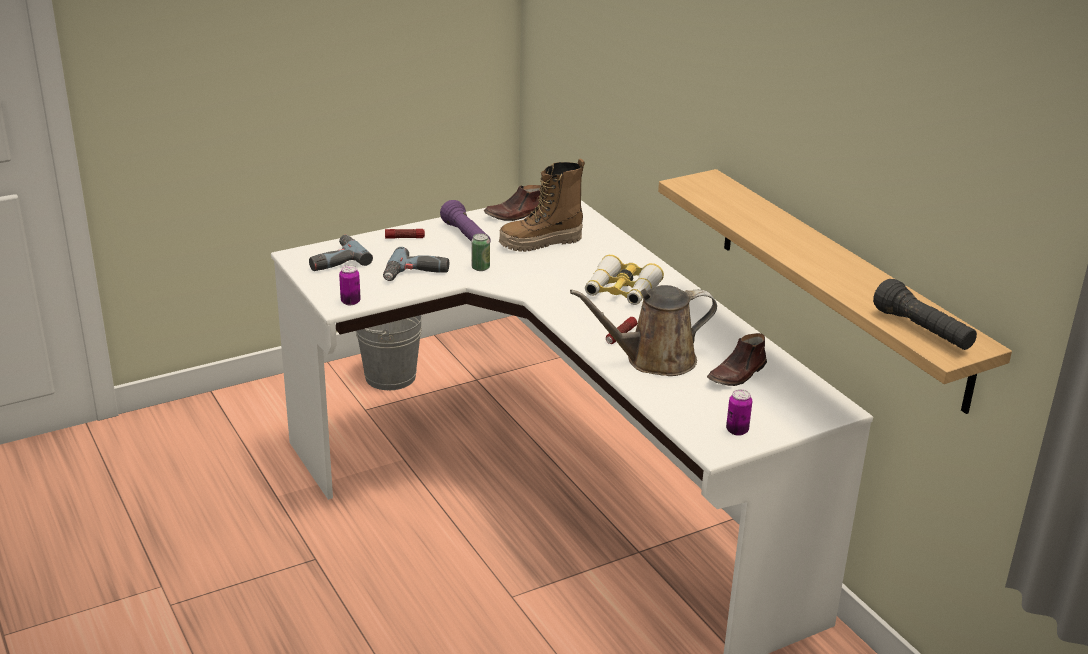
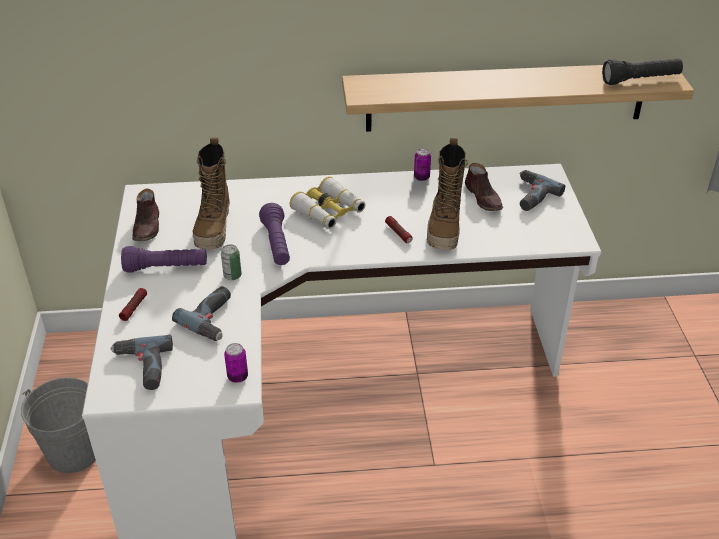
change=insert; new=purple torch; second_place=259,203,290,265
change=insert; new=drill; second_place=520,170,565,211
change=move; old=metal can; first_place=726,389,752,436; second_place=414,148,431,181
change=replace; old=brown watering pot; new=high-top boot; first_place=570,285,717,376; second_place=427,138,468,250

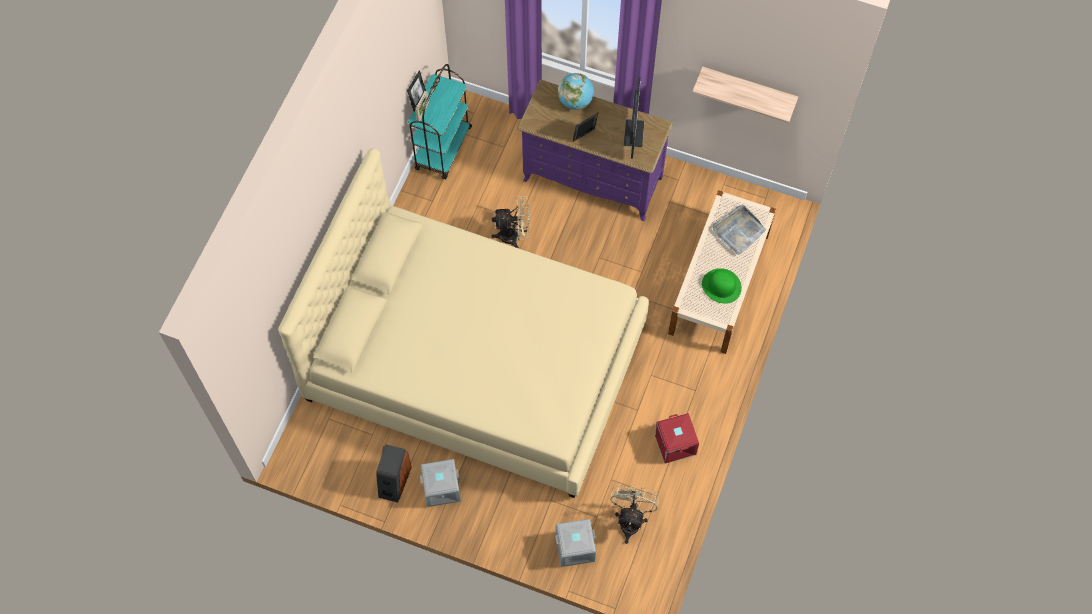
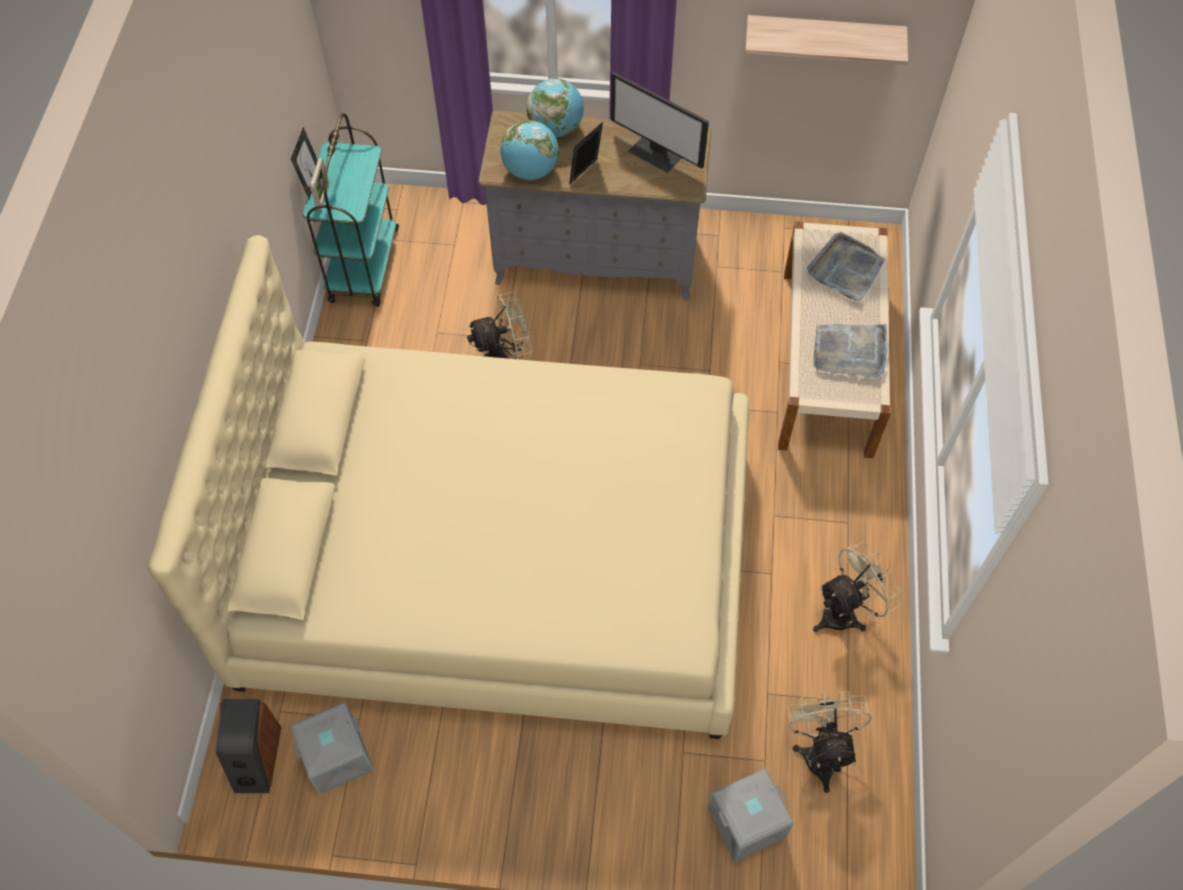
change=insert; new=world globe; second_place=500,120,559,180
change=move; old=speaker; first_place=376,444,412,503; second_place=216,699,282,793
change=move; old=greyish storage container; first_place=420,459,461,507; second_place=290,702,374,794
change=replace; old=red-coloured storage container; new=sand-coloured electric fan; first_place=654,413,699,464; second_place=813,542,901,632
change=replace; old=green hat; new=greyish carrying tray; first_place=702,268,742,304; second_place=813,324,888,378
change=recolor; old=purple chest of drawers; new=greyish chest of drawers; first_place=518,80,673,221; second_place=478,110,711,301
change=rotate; old=computer display; first_place=624,76,644,159; second_place=611,72,709,173; degrees=135

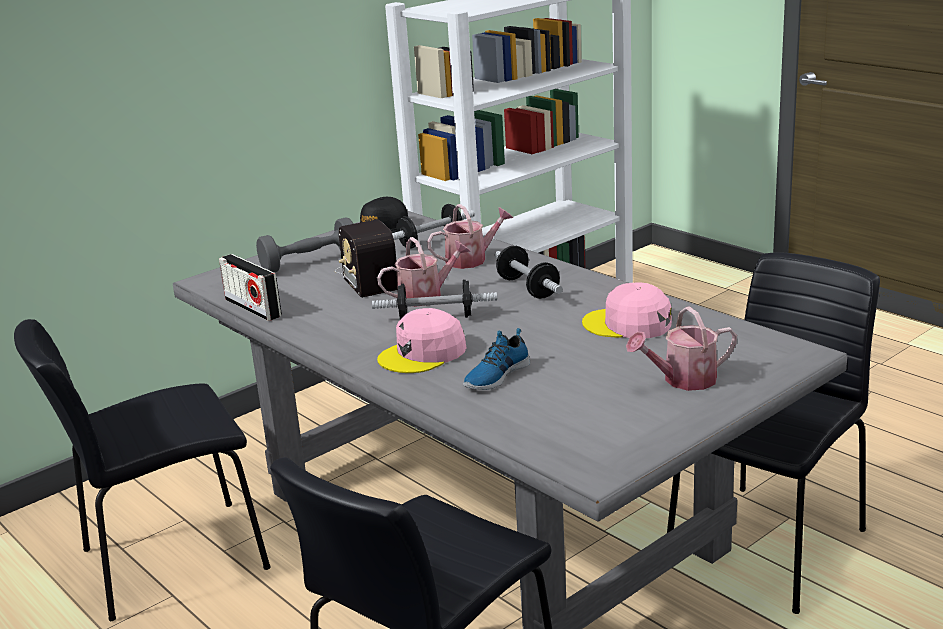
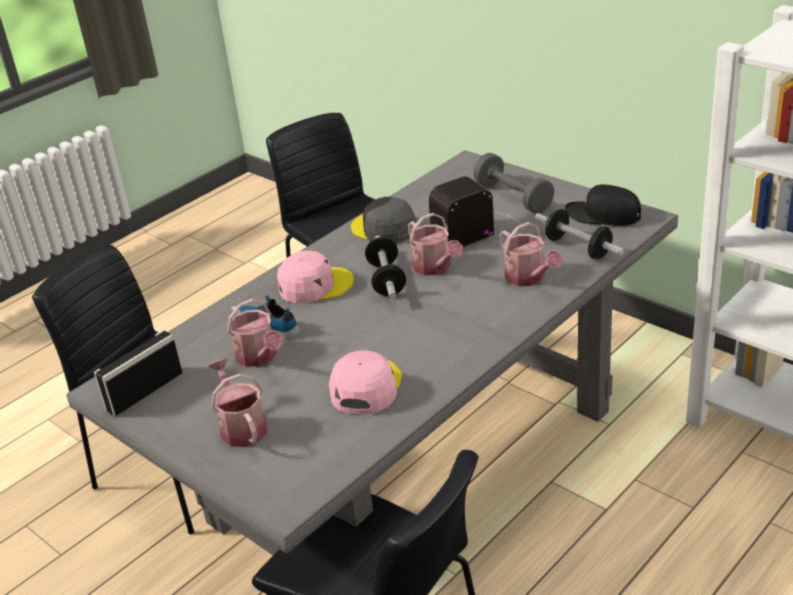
change=delete; old=free weight; first_place=495,245,563,299
change=insert; new=watering pot; second_place=227,299,283,367
change=insert; new=greyish peaked cap; second_place=351,197,417,244
change=move; old=radio receiver; first_place=219,254,282,321; second_place=94,330,182,416
change=rotate; old=pink peaked cap; first_place=377,308,466,373; second_place=277,251,354,303; degrees=120

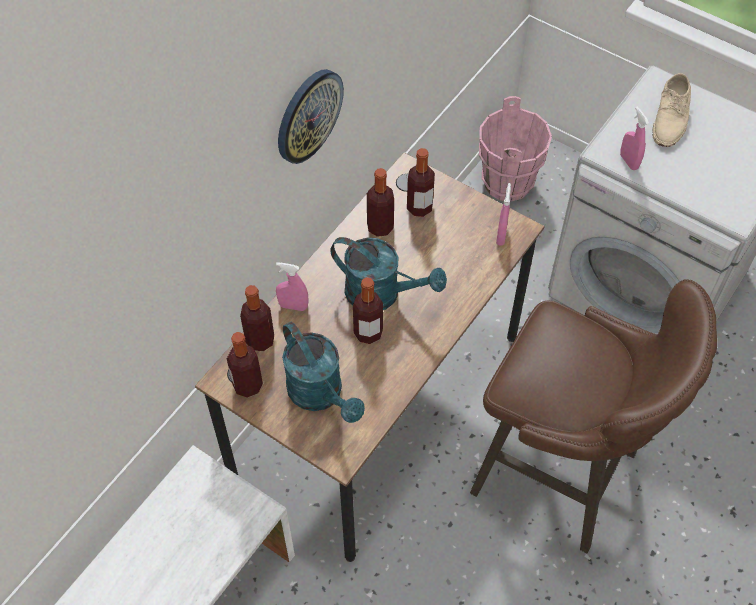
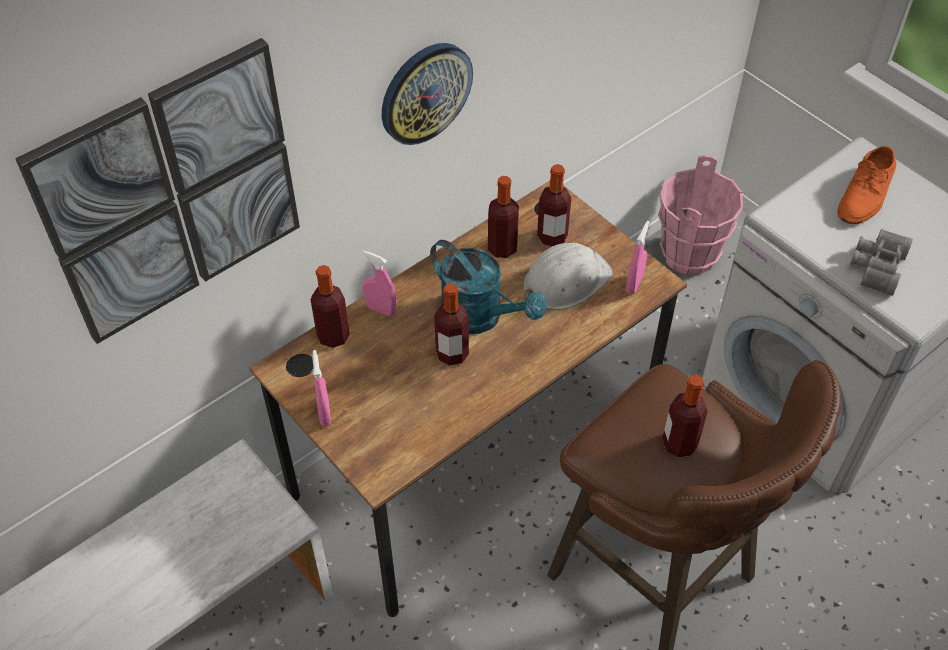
change=delete; old=blue-green watering pot; first_place=282,322,365,423
change=insert; new=picture; second_place=15,38,300,344
change=insert; new=white-coloured safety helmet; second_place=524,243,613,310
change=insert; new=greyish pair of binoculars; second_place=850,229,913,296
change=move; old=bottle; first_place=227,332,263,398; second_place=662,375,708,458
change=move; old=pink sprayer; first_place=620,107,649,170; second_place=312,350,331,426
change=recolor; old=sand-coloured item of footwear; new=orange-coloured item of footwear; first_place=652,73,691,147; second_place=837,146,896,224

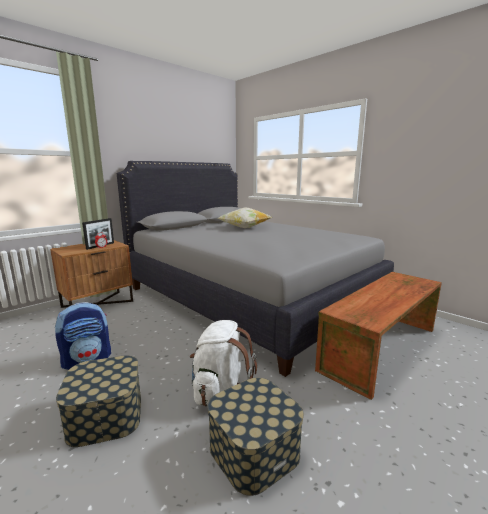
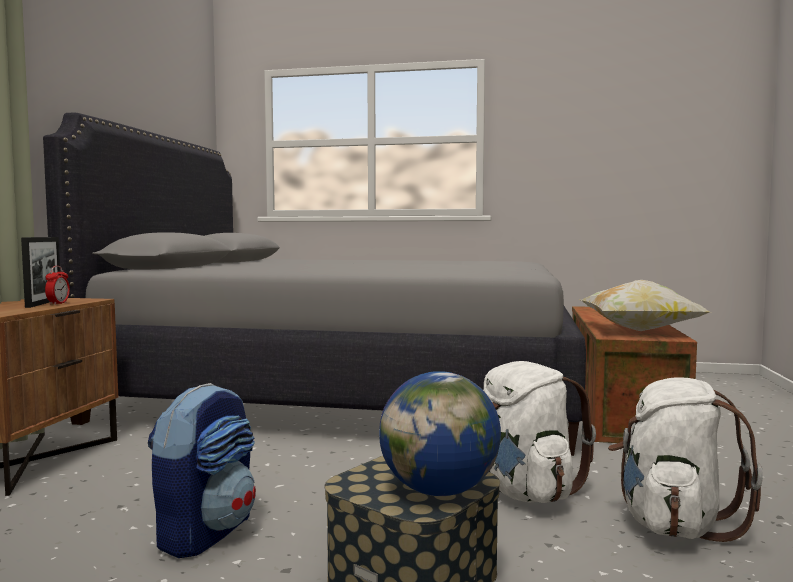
change=insert; new=world globe; second_place=379,371,501,496
change=move; old=pillow; first_place=218,208,273,228; second_place=581,280,709,331
change=replace; old=storage container; new=white-coloured backpack; first_place=207,378,304,496; second_place=608,377,763,542

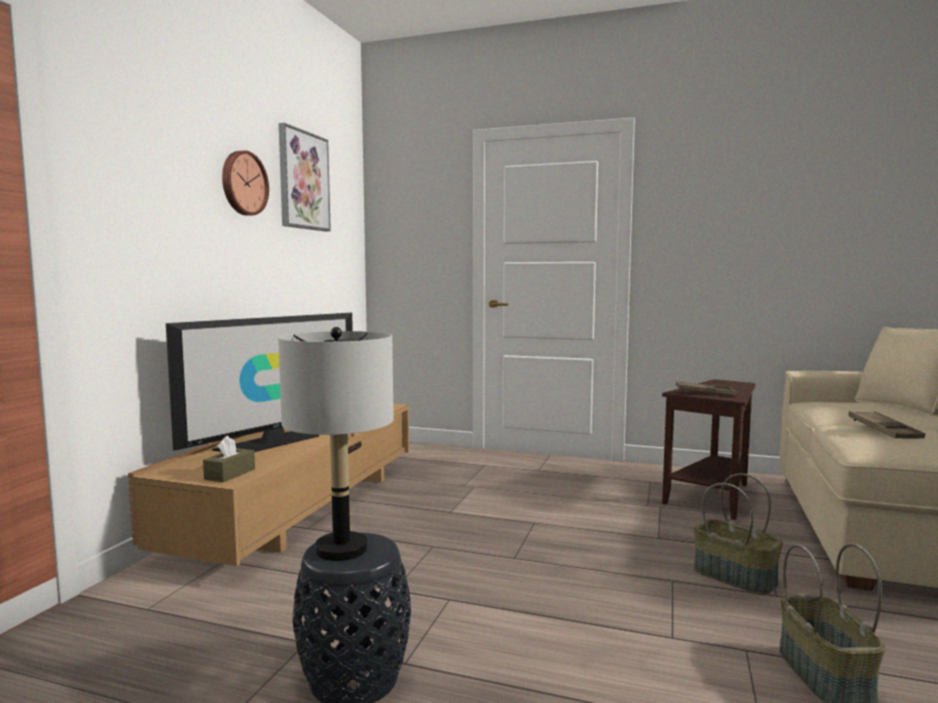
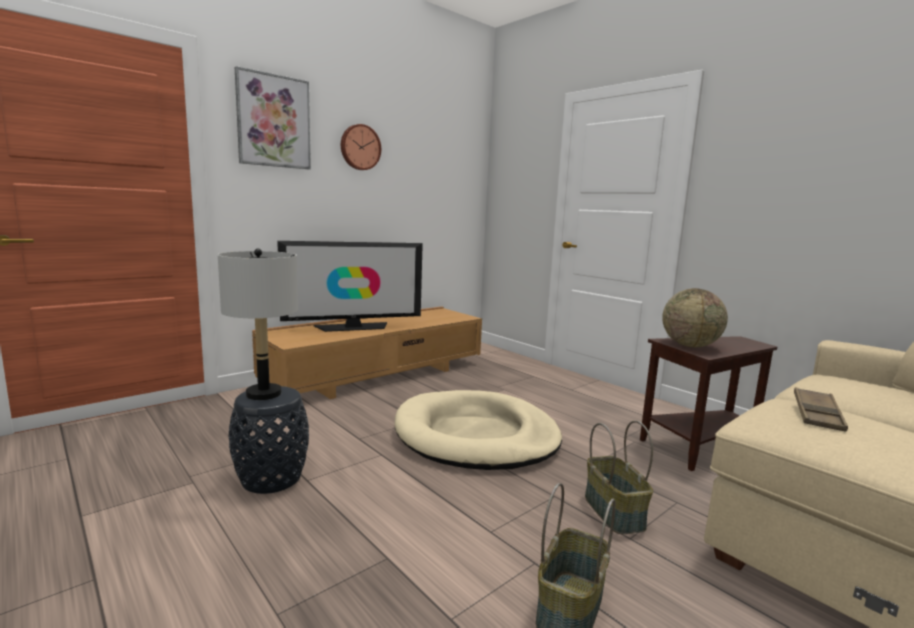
change=delete; old=brown tissue holder; first_place=203,436,255,482
change=insert; new=sand-coloured dog cushion; second_place=395,390,562,470
change=move; old=picture; first_place=279,123,331,231; second_place=235,66,311,169
change=replace; old=brown carrying tray; new=world globe; first_place=676,381,737,396; second_place=662,288,728,347

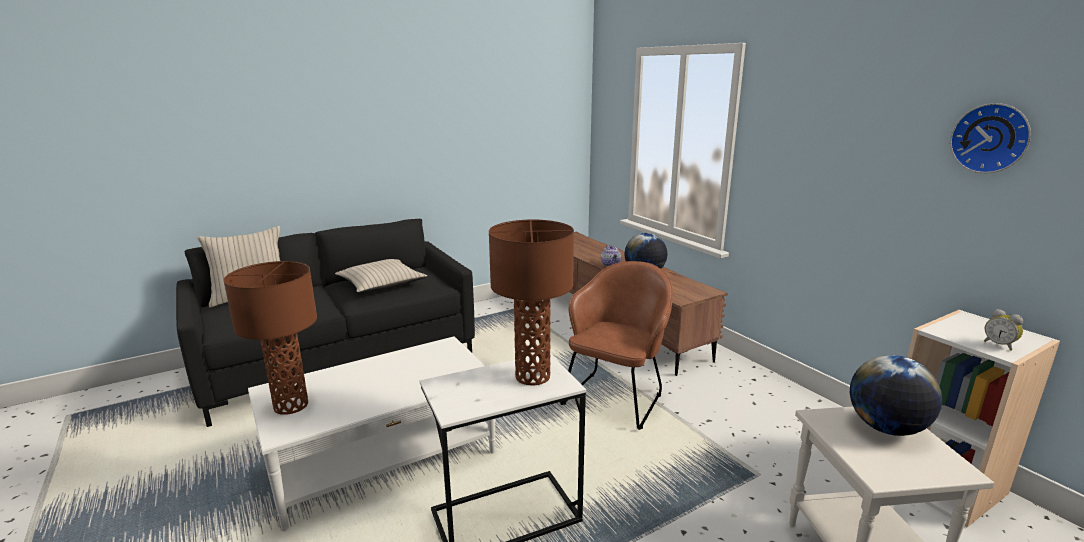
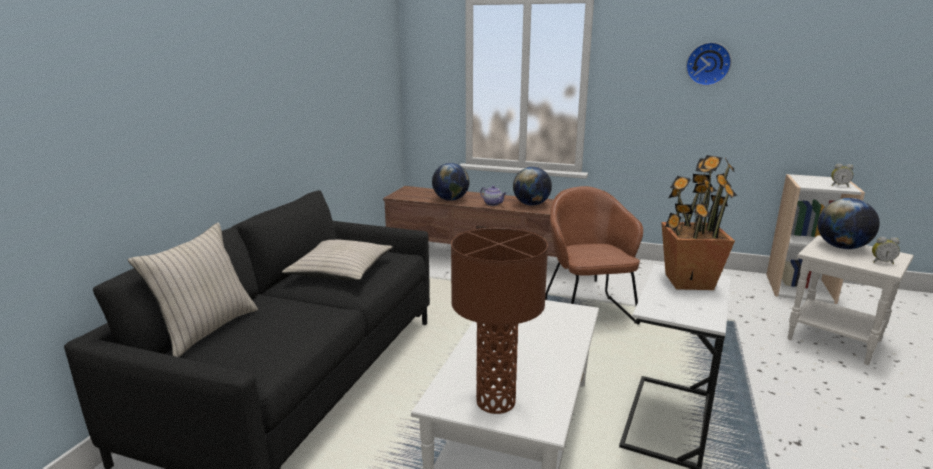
change=insert; new=world globe; second_place=432,163,469,201
change=insert; new=bedside clock; second_place=872,237,900,264
change=move; old=wall clock; first_place=950,103,1031,173; second_place=686,42,732,86
change=replace; old=brown lamp for a table; new=houseplant; first_place=489,220,574,385; second_place=661,155,738,290

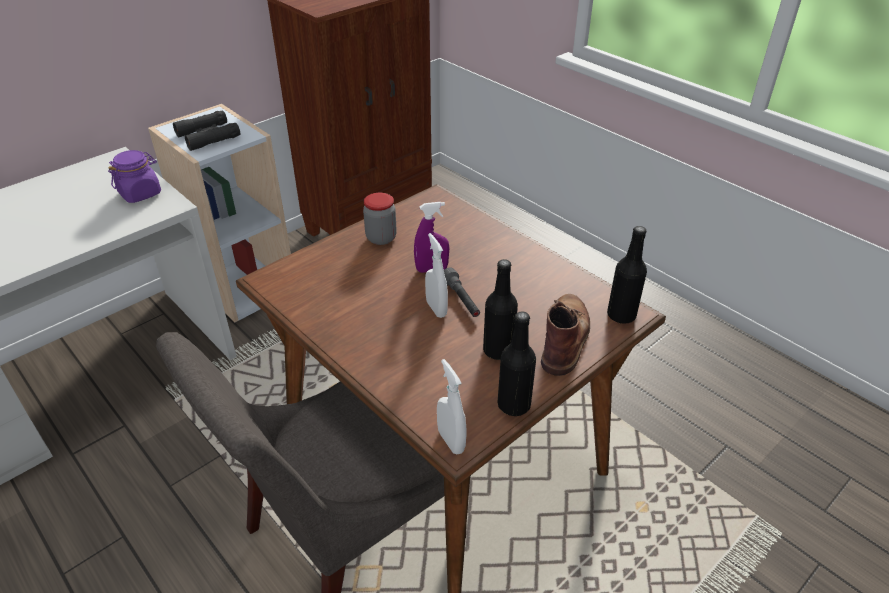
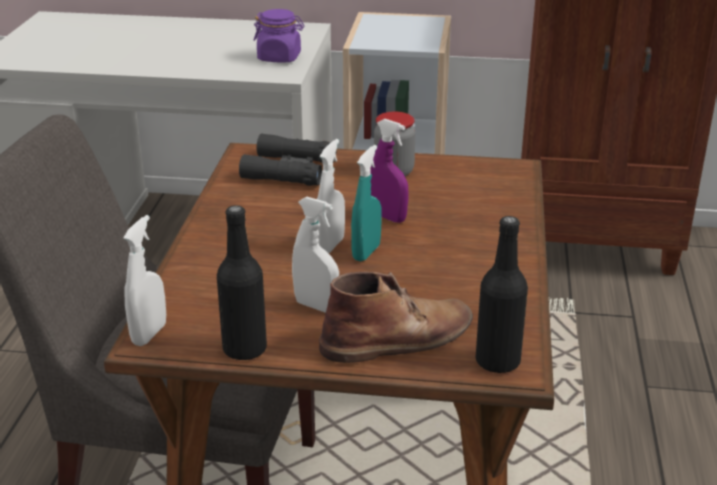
change=move; old=black-coloured pair of binoculars; first_place=173,110,240,151; second_place=239,133,335,186
change=replace; old=greyish torch; new=blue-green sprayer; first_place=444,268,480,317; second_place=351,145,382,261
change=replace; old=black-coloured bottle; new=white-coloured sprayer; first_place=483,259,518,360; second_place=292,197,339,312

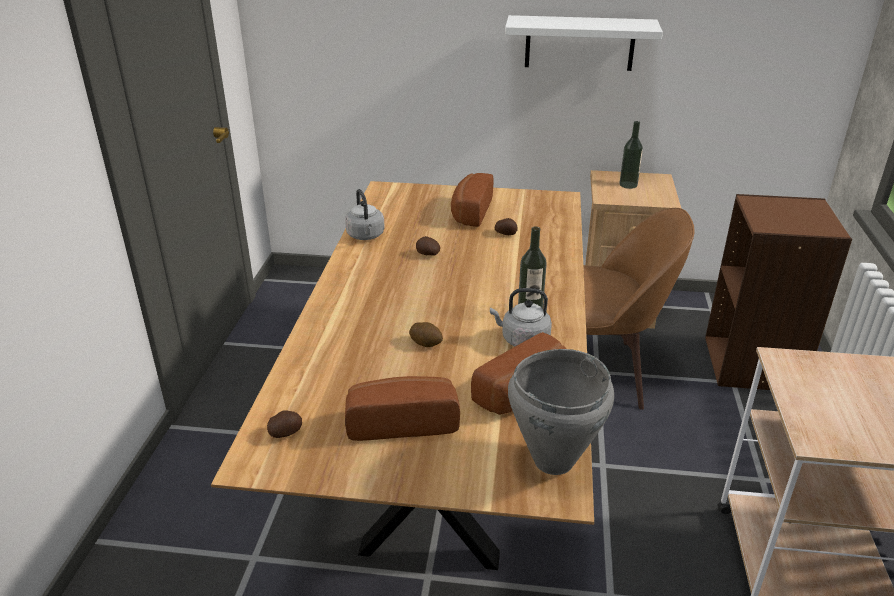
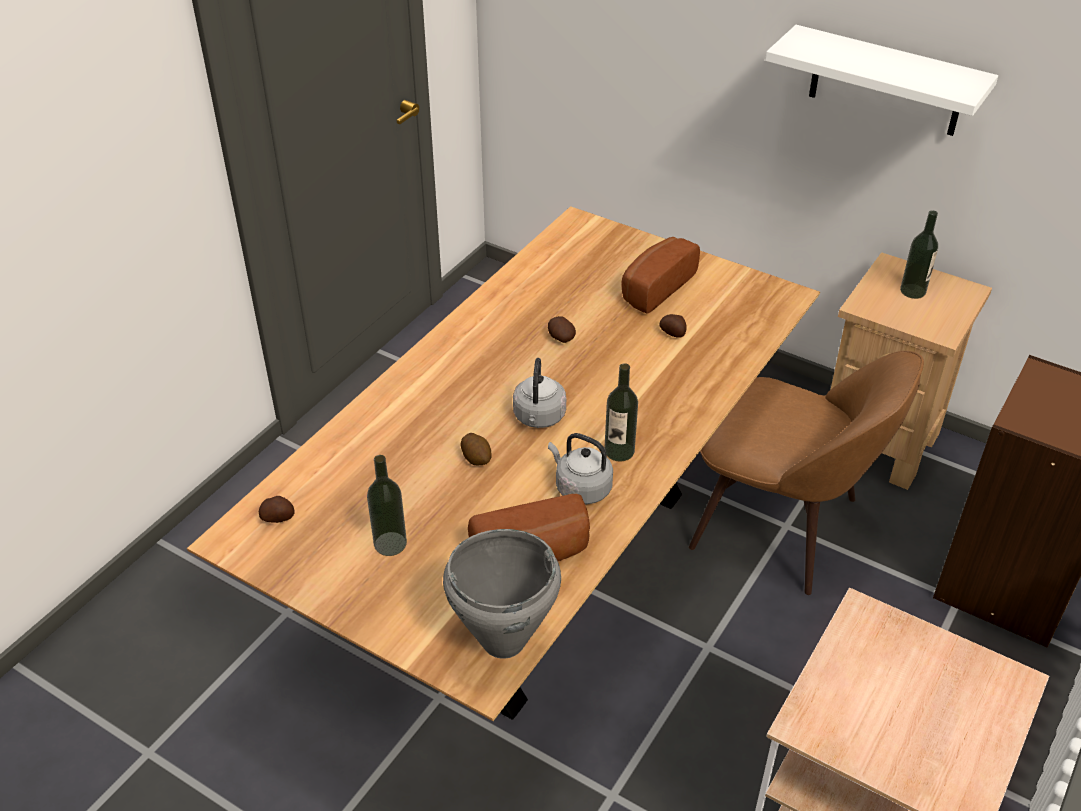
change=move; old=greyish kettle; first_place=345,189,385,240; second_place=513,358,566,428
change=replace; old=bread; new=bottle; first_place=345,376,460,441; second_place=367,455,407,556

